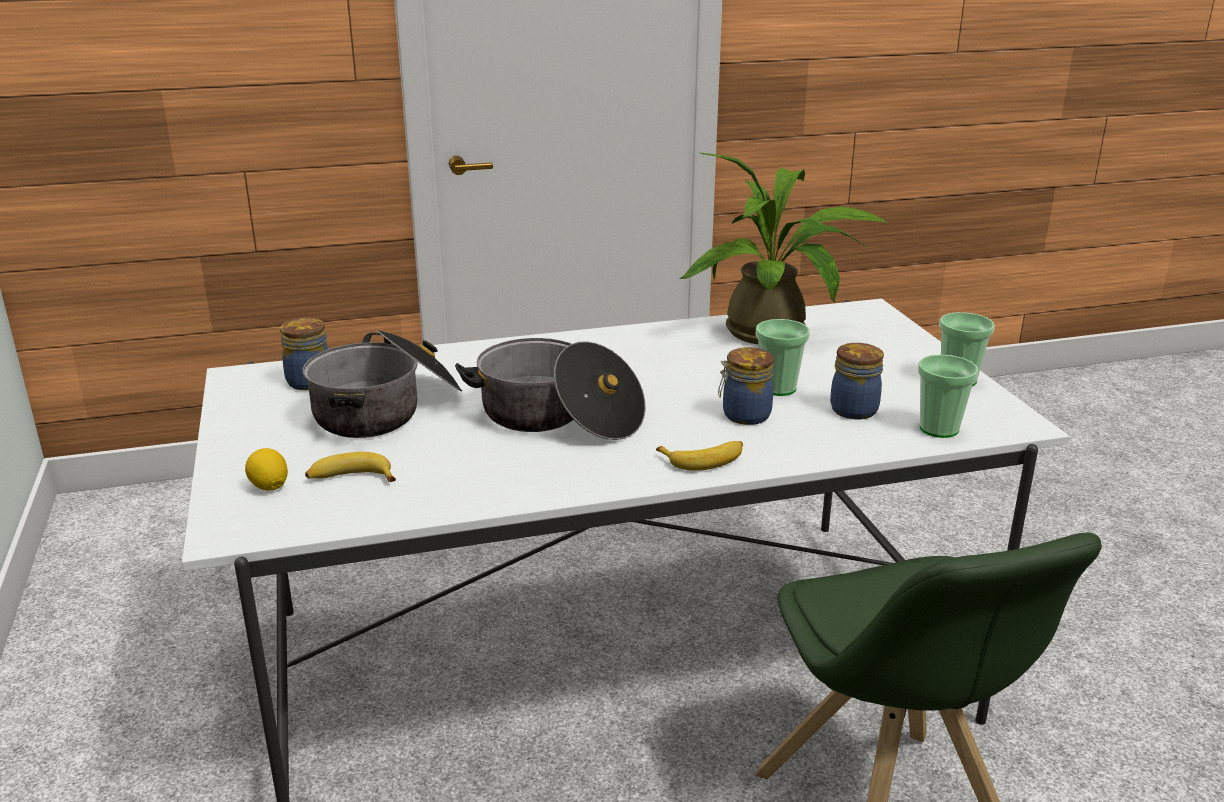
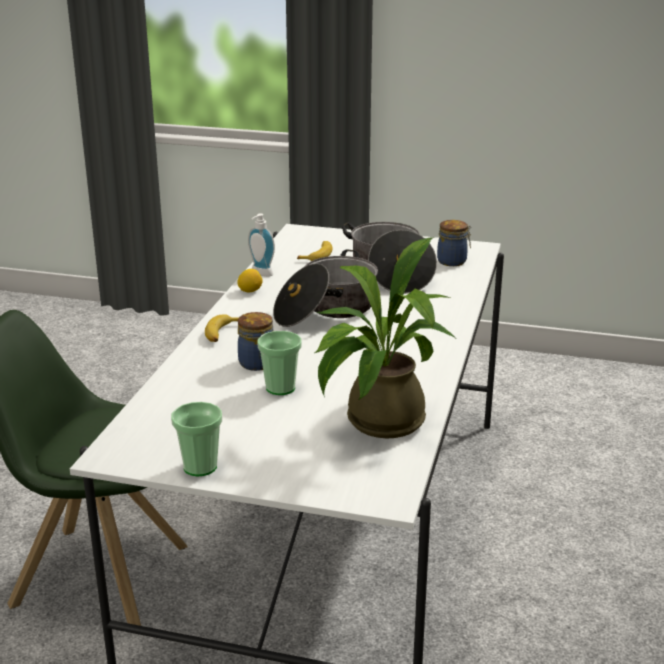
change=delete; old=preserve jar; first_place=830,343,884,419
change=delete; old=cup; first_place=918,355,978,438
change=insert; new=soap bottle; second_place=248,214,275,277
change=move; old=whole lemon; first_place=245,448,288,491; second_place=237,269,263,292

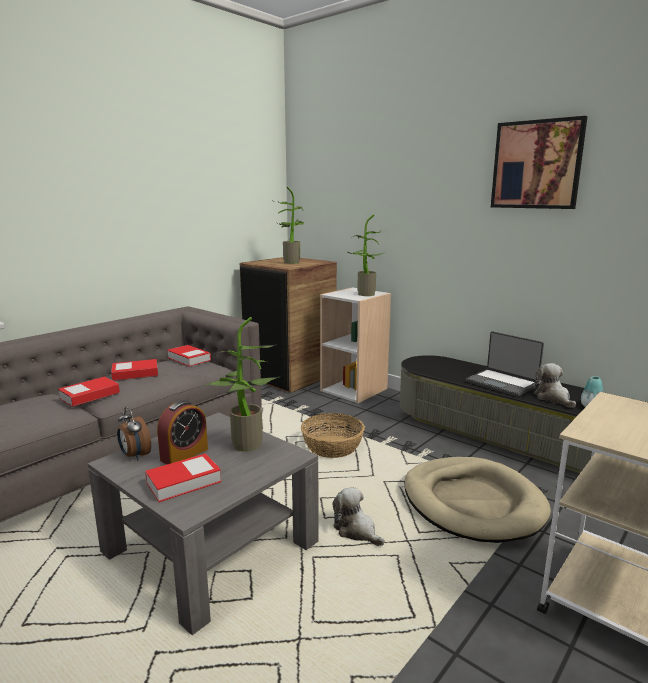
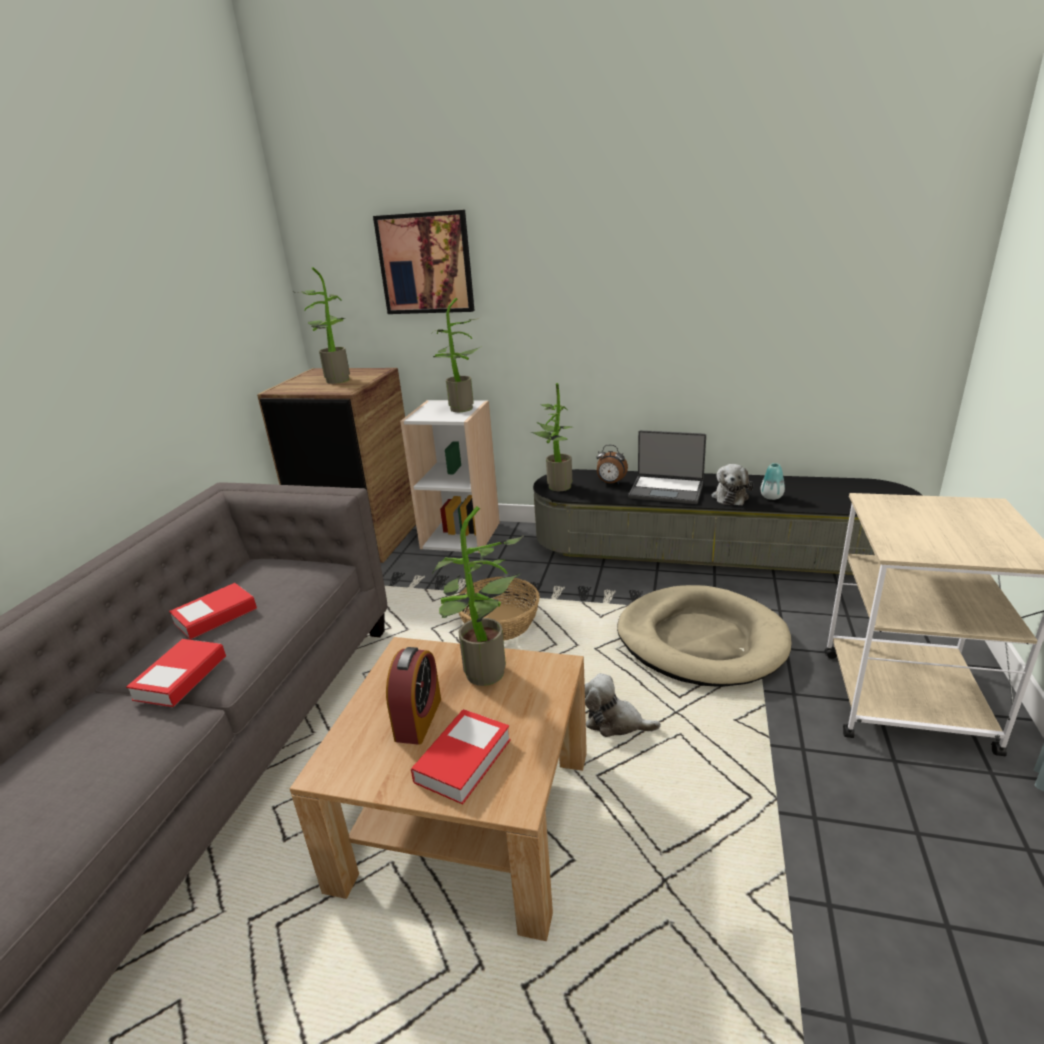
change=delete; old=bound book; first_place=167,345,211,367
change=insert; new=houseplant; second_place=530,383,572,491
change=move; old=bedside clock; first_place=117,407,151,461; second_place=596,445,628,484
change=move; old=picture; first_place=491,116,588,209; second_place=373,210,475,314
change=recolor; old=greyish low table; new=brown low table; first_place=88,412,319,635; second_place=290,637,587,941
change=rotate; old=cuddly toy; first_place=534,363,576,408; second_place=712,464,753,505; degrees=-120

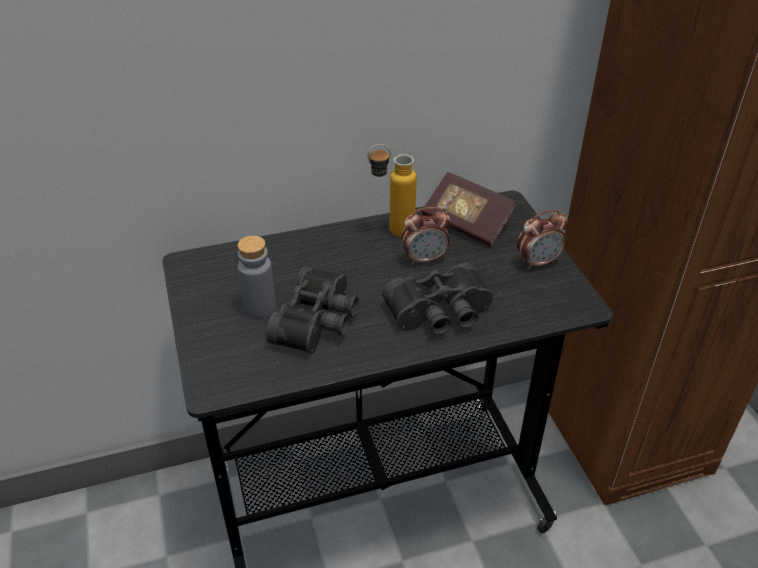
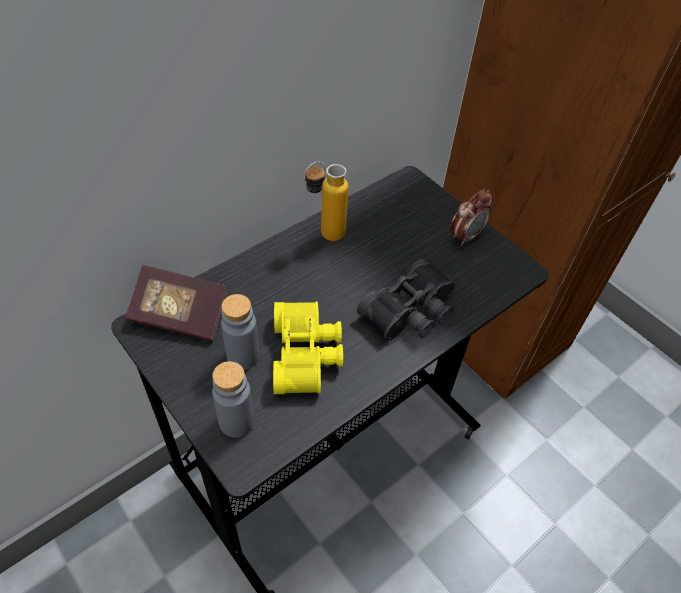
change=delete; old=bedside clock; first_place=402,207,451,265
change=insert; new=greyish bottle; second_place=212,361,254,438
change=move; old=bound book; first_place=422,172,516,247; second_place=125,265,227,342
change=recolor; old=black-coloured pair of binoculars; new=yellow pair of binoculars; first_place=266,266,359,354; second_place=273,302,343,394

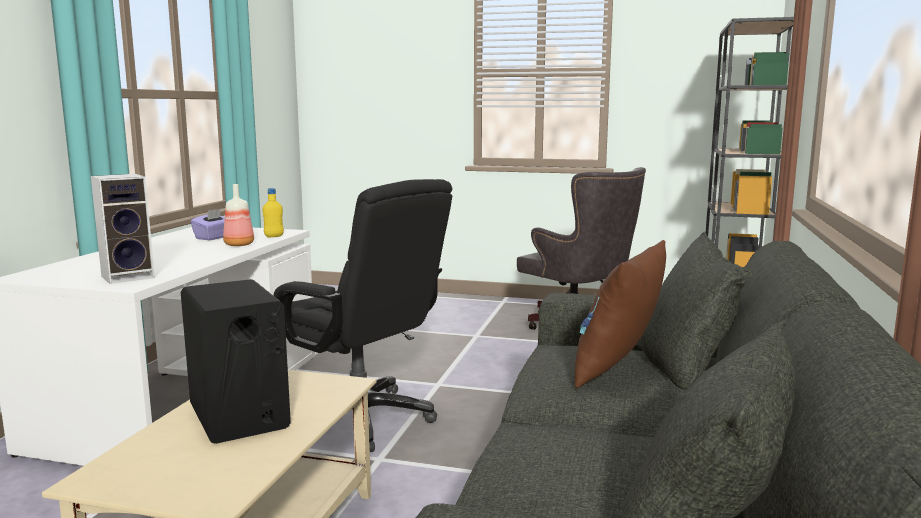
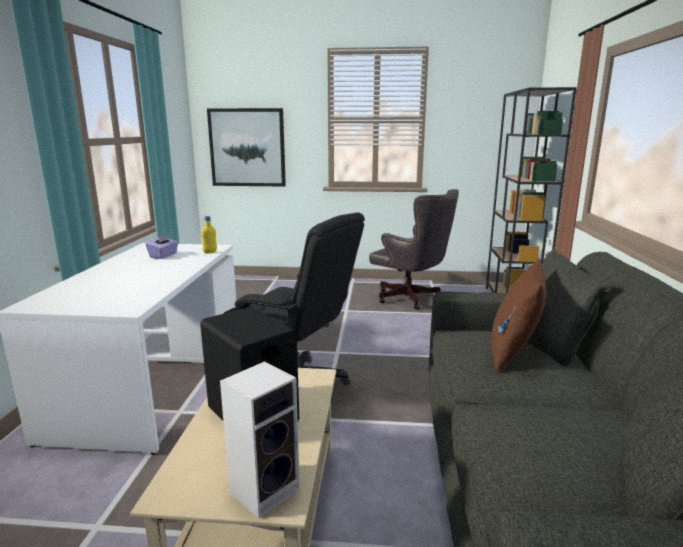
change=delete; old=bottle; first_place=223,184,254,246
change=insert; new=picture; second_place=207,108,286,187
change=move; old=speaker; first_place=91,174,155,284; second_place=220,361,300,518

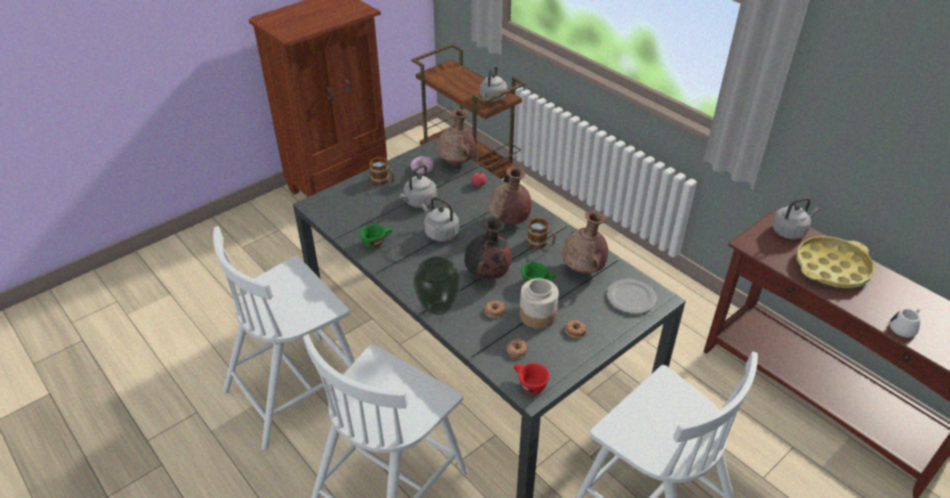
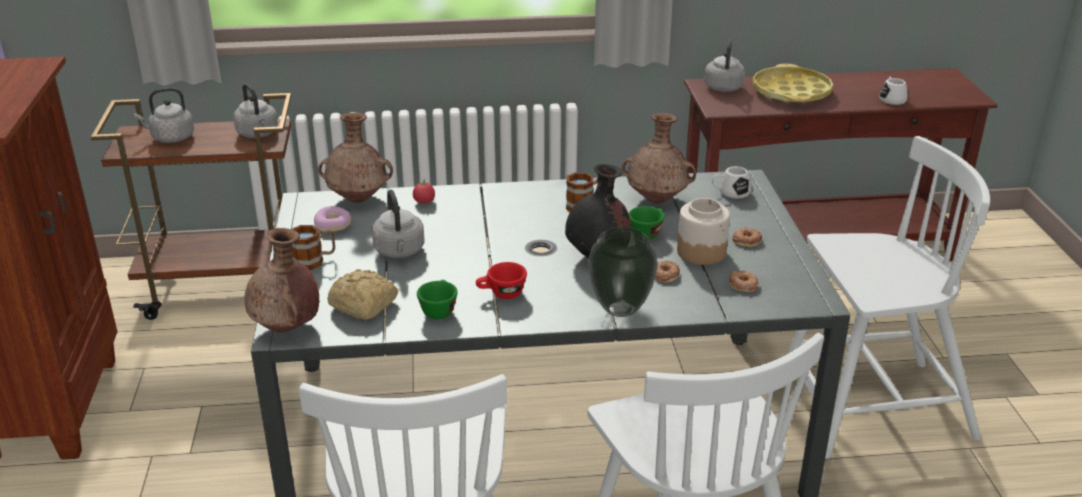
change=insert; new=bread; second_place=327,269,398,320
change=move; old=greyish kettle; first_place=421,197,459,241; second_place=134,88,194,143
change=move; old=brown flower vase; first_place=488,166,531,224; second_place=244,228,319,332
change=move; old=red-coloured cup; first_place=514,363,549,394; second_place=476,262,527,299
change=replace; old=flat dish; new=white-coloured mug; first_place=607,279,656,314; second_place=712,166,752,198

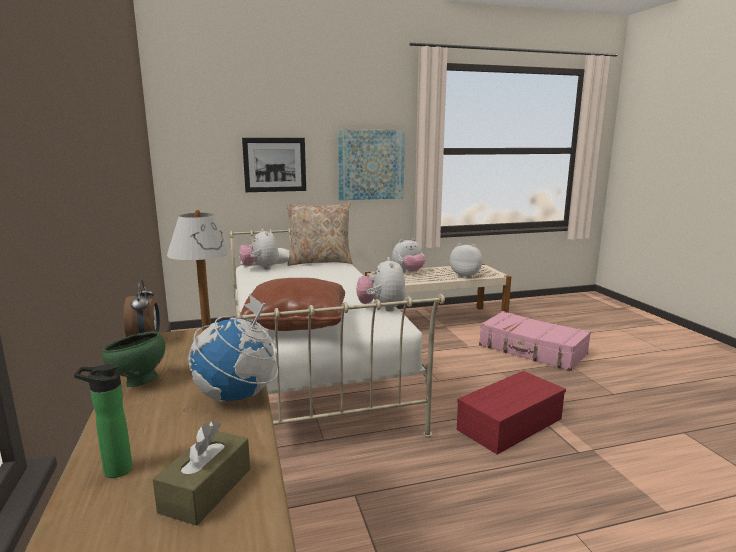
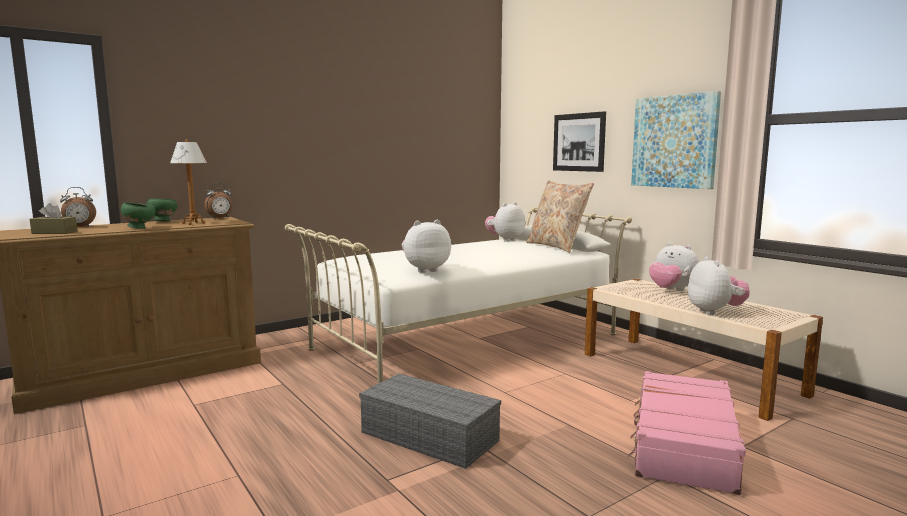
change=delete; old=brown pillow; first_place=241,278,345,331
change=replace; old=bottle; new=bedside clock; first_place=74,364,133,478; second_place=60,187,96,227
change=replace; old=world globe; new=green deep dish; first_place=188,294,278,402; second_place=121,202,155,229
change=recolor; old=red-coloured storage container; new=greyish storage container; first_place=457,371,566,455; second_place=359,374,501,469

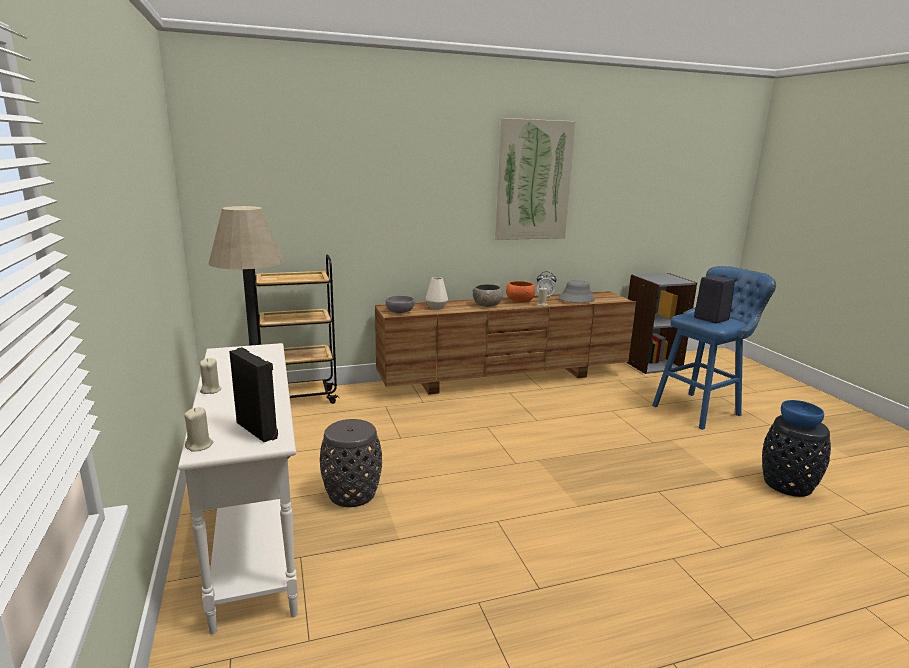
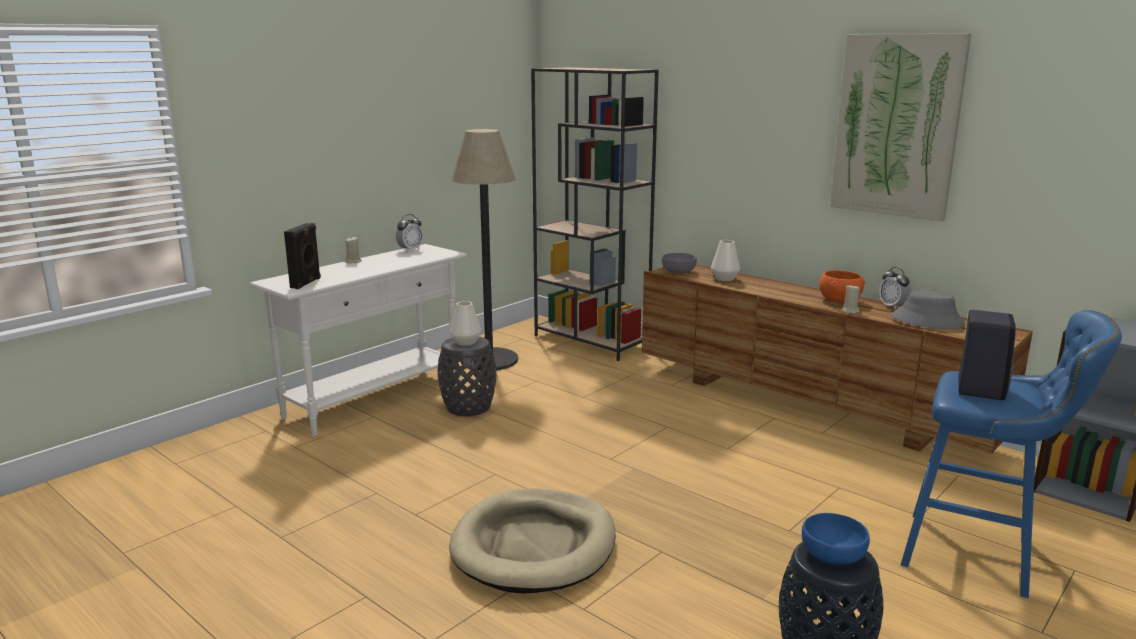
change=delete; old=sand-coloured candle; first_place=184,407,213,452
change=delete; old=greyish deep dish; first_place=473,284,503,307
change=insert; new=bedside clock; second_place=396,214,423,252
change=insert; new=sand-coloured dog cushion; second_place=449,488,615,593
change=insert; new=white-coloured flower vase; second_place=450,301,481,346
change=replace; old=brown wheeled cart; new=bookcase; first_place=252,255,340,404; second_place=531,67,659,361

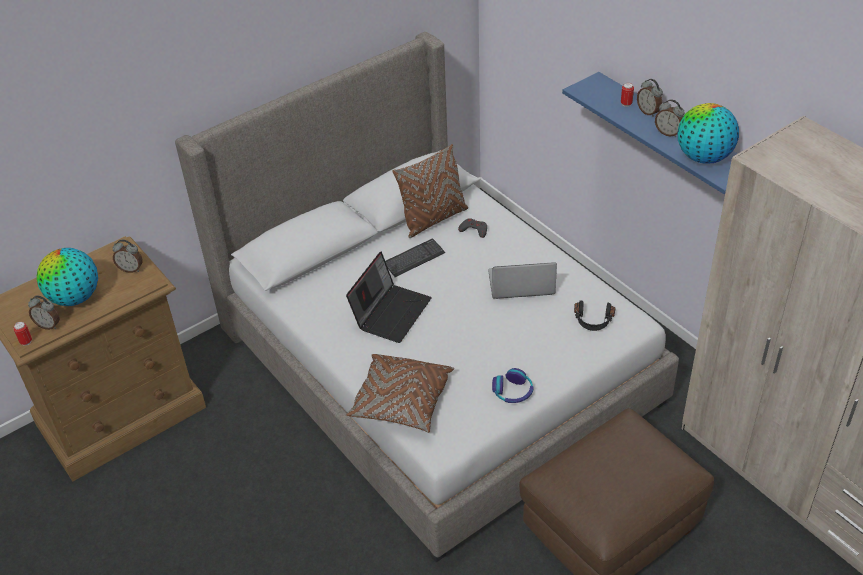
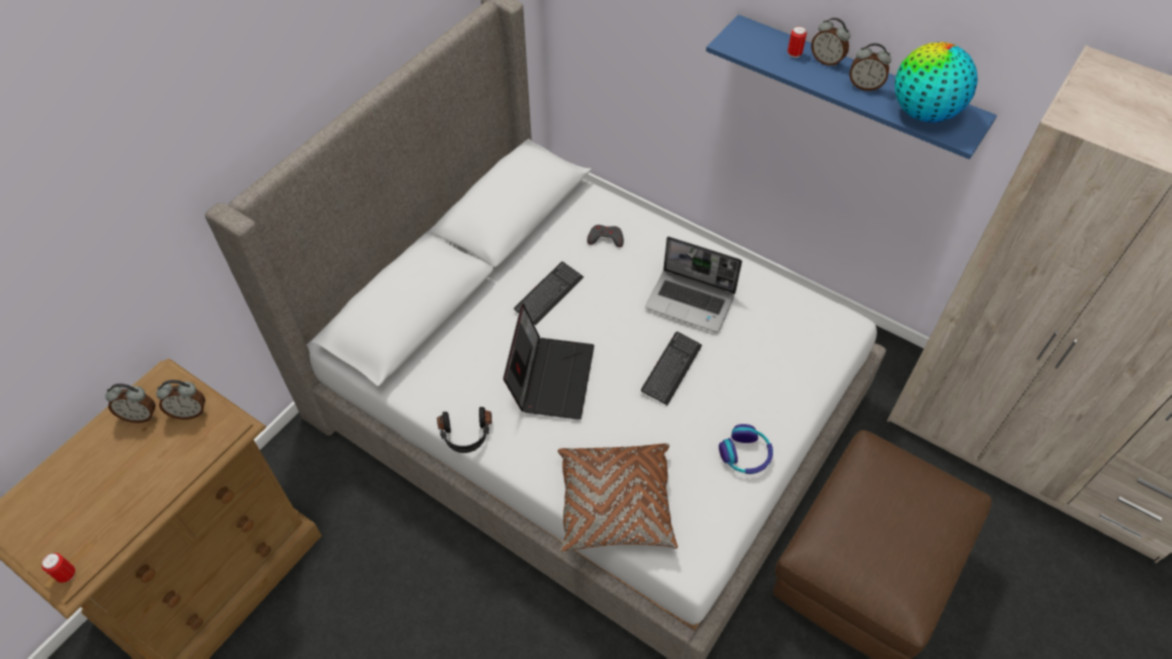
change=delete; old=world globe; first_place=37,248,98,306
change=delete; old=brown pillow; first_place=392,144,468,238
change=insert; new=keyboard; second_place=641,331,702,406
change=move; old=bedside clock; first_place=28,295,60,330; second_place=105,384,156,423
change=move; old=black-coloured pair of headphones; first_place=574,300,615,331; second_place=437,407,492,453
change=rotate; old=laptop; first_place=488,262,557,299; second_place=645,236,742,332; degrees=-135

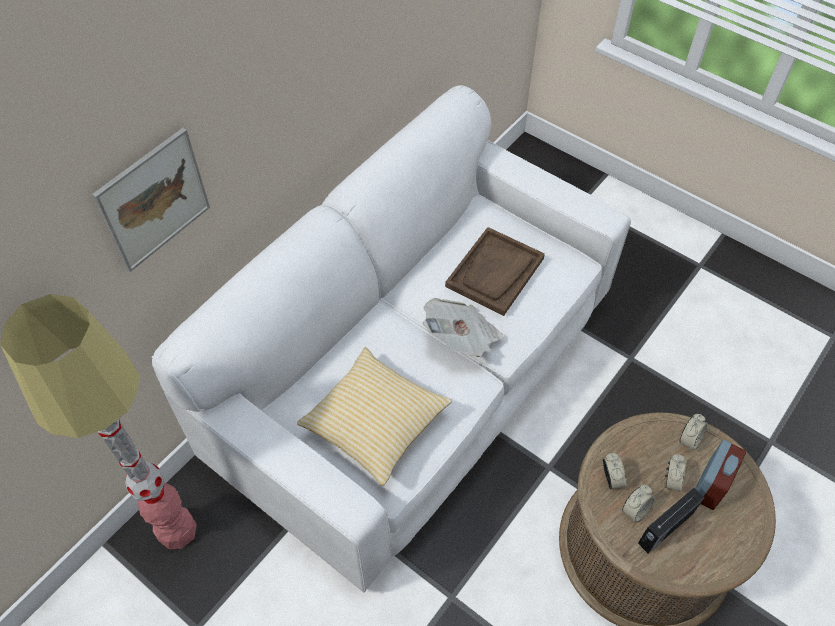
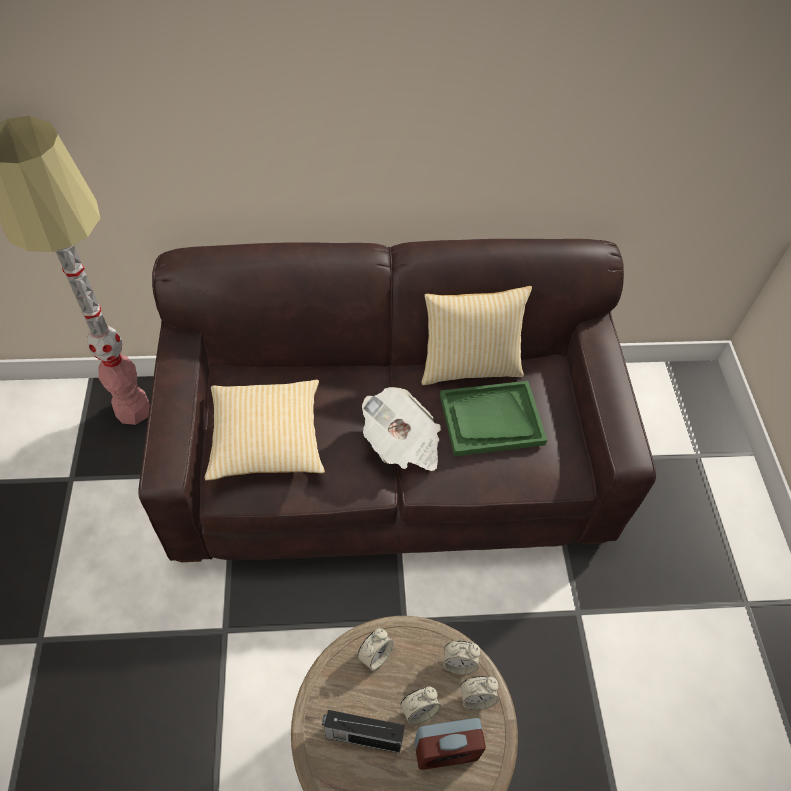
change=delete; old=picture; first_place=92,128,210,272
change=insert; new=pillow; second_place=421,286,532,385
change=move; old=bedside clock; first_place=622,485,655,522; second_place=443,641,481,674
change=recolor; old=white-coloured couch; new=brown couch; first_place=152,85,631,592; second_place=138,239,656,562
change=recolor; old=brown carrying tray; new=green carrying tray; first_place=445,227,545,316; second_place=440,381,547,457

